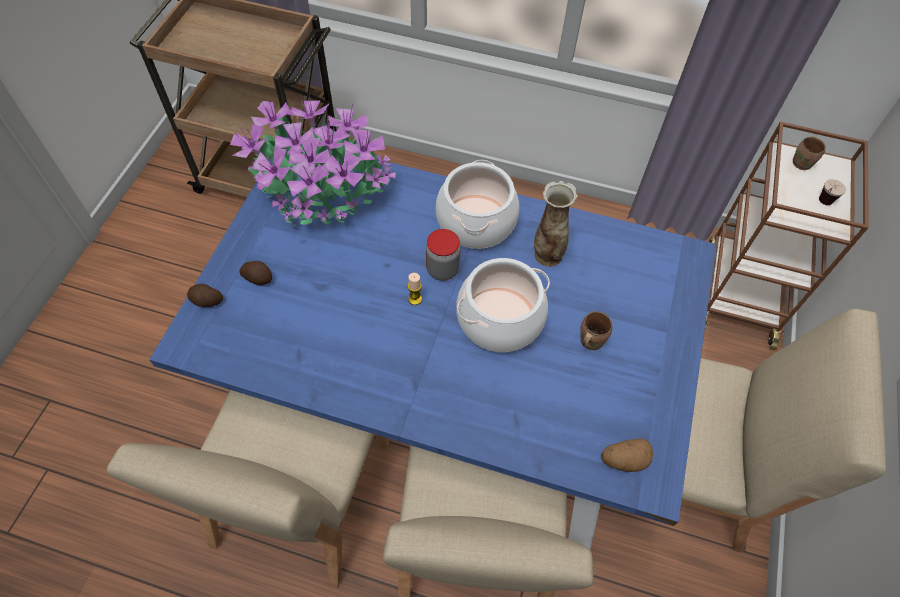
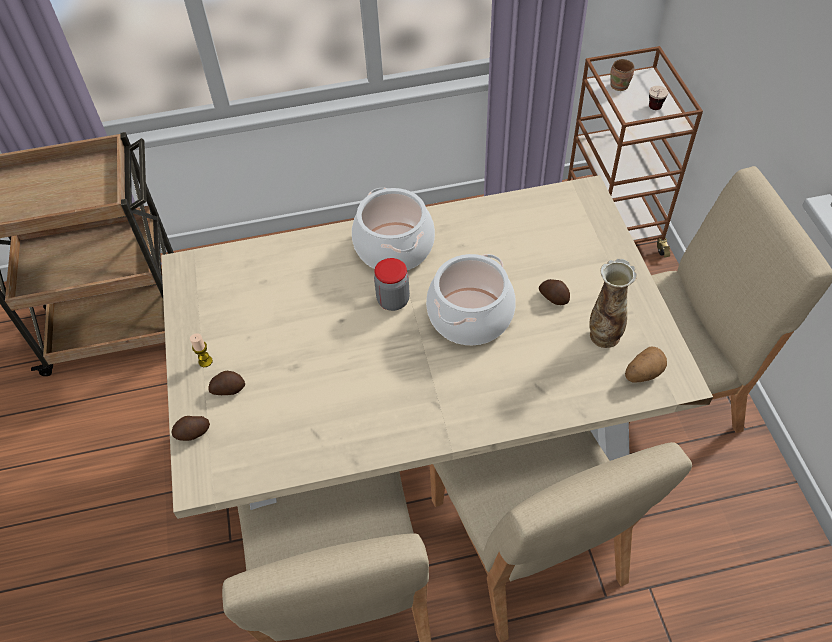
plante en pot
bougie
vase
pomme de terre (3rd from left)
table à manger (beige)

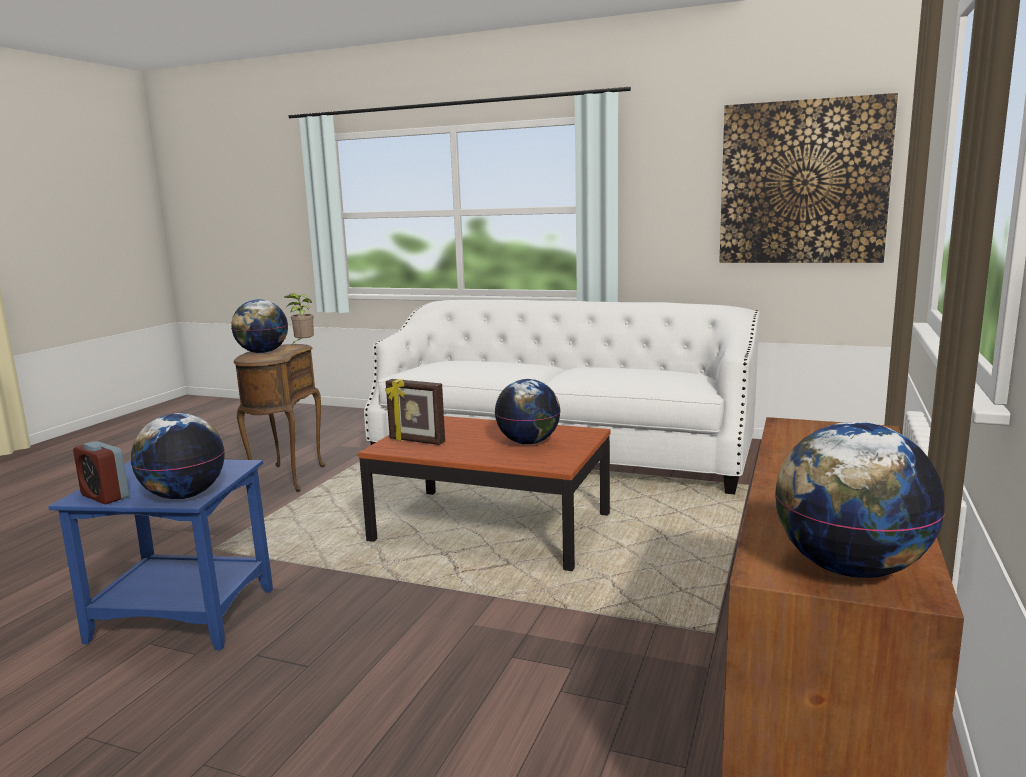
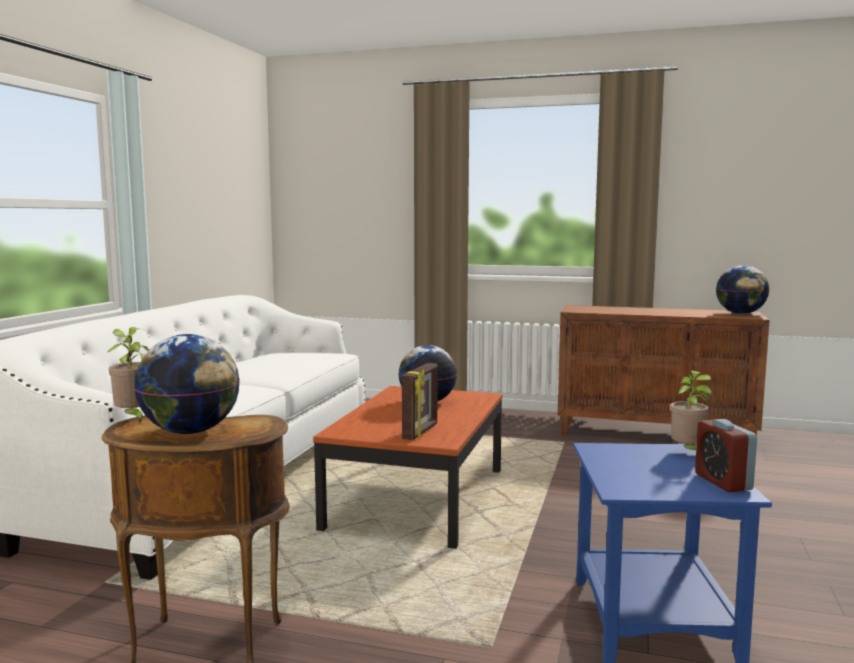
tableau
plante en pot (2nd from left)
réveil

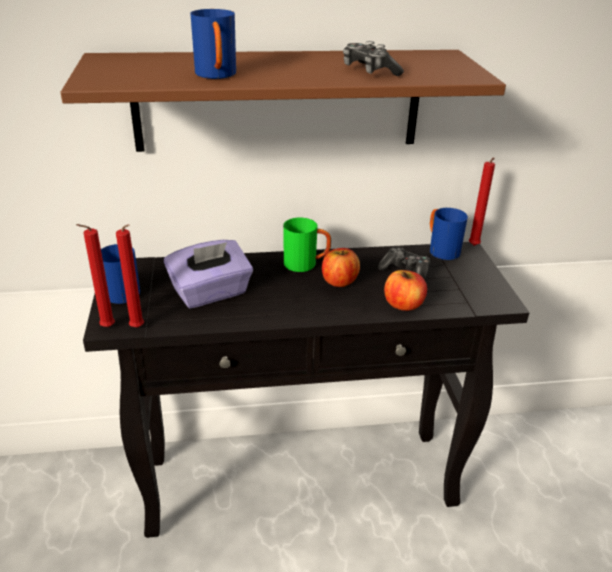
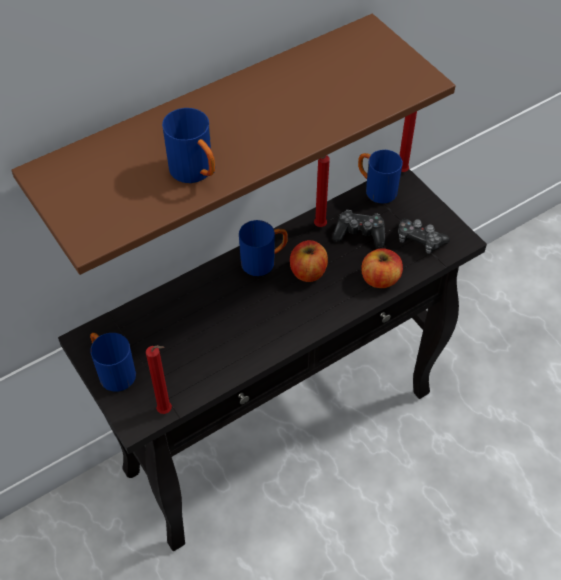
boîte à mouchoirs (violet)
bougie (rouge) (2nd from left)
manette (2nd from left)
mug (bleu) (3rd from left)

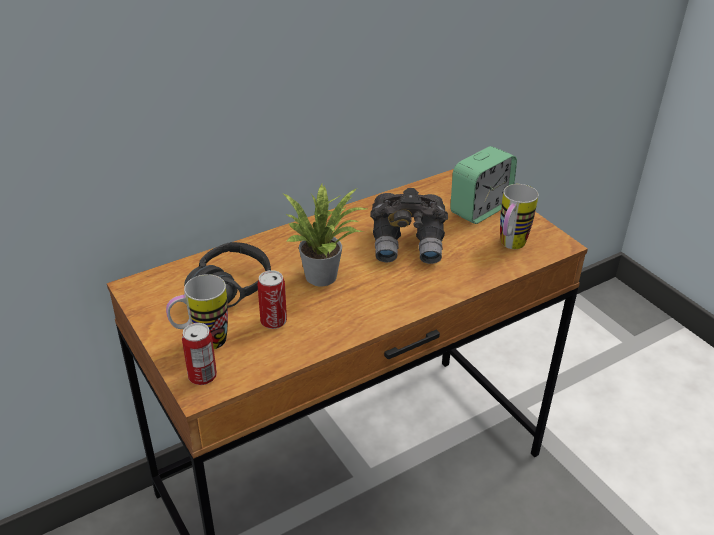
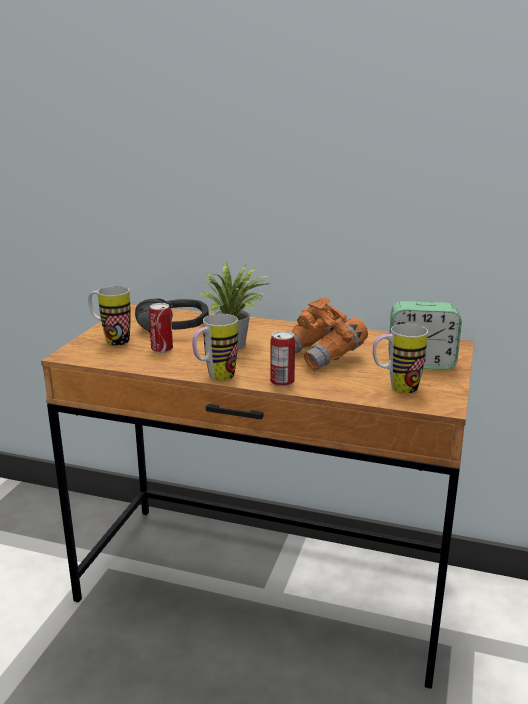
mug (2nd from left)
boîte métallique (2nd from left)
jumelles (orange)

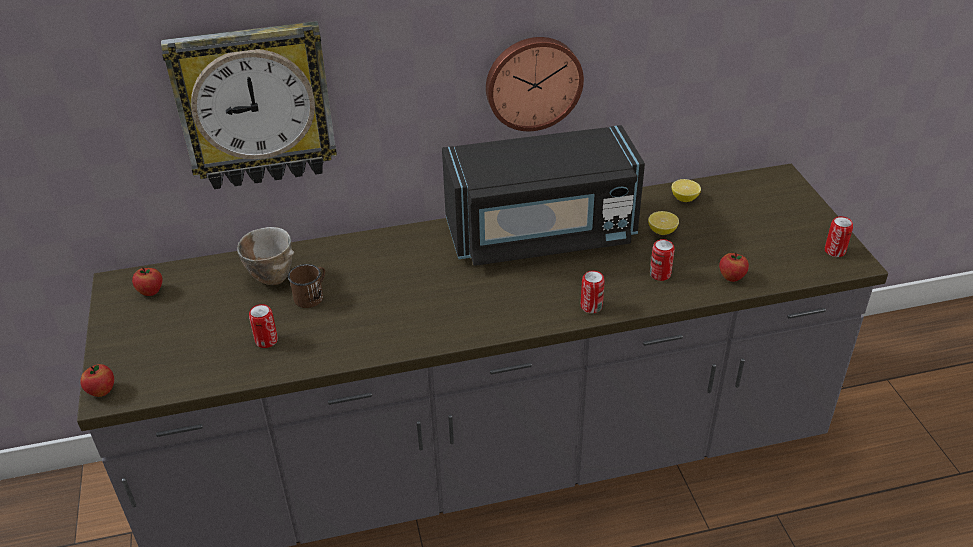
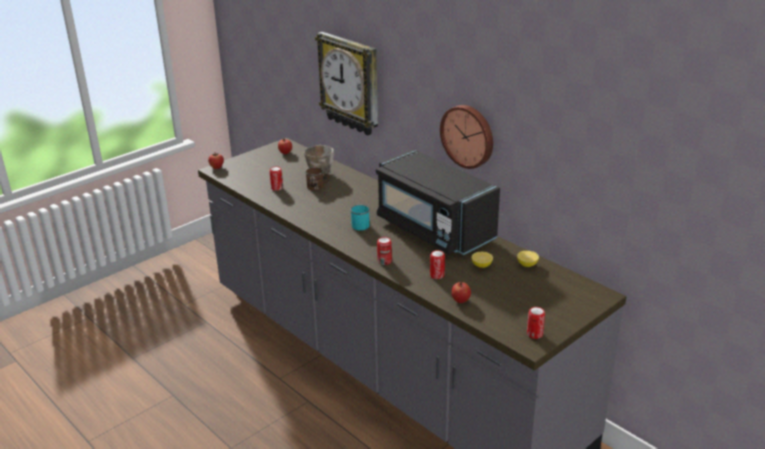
mug (turquoise)

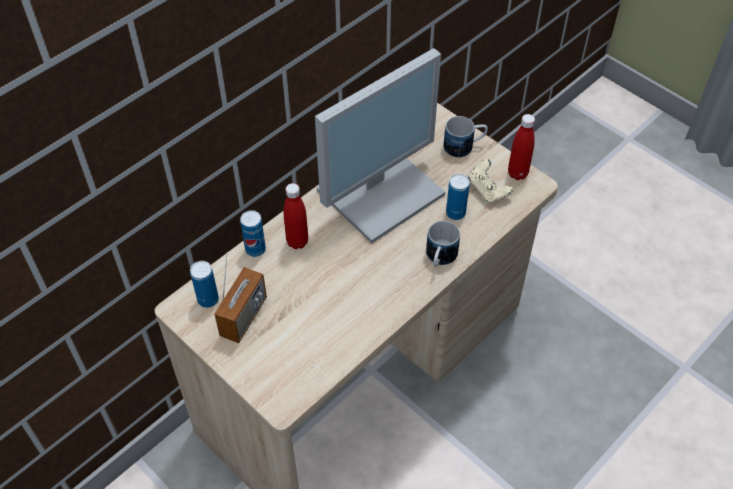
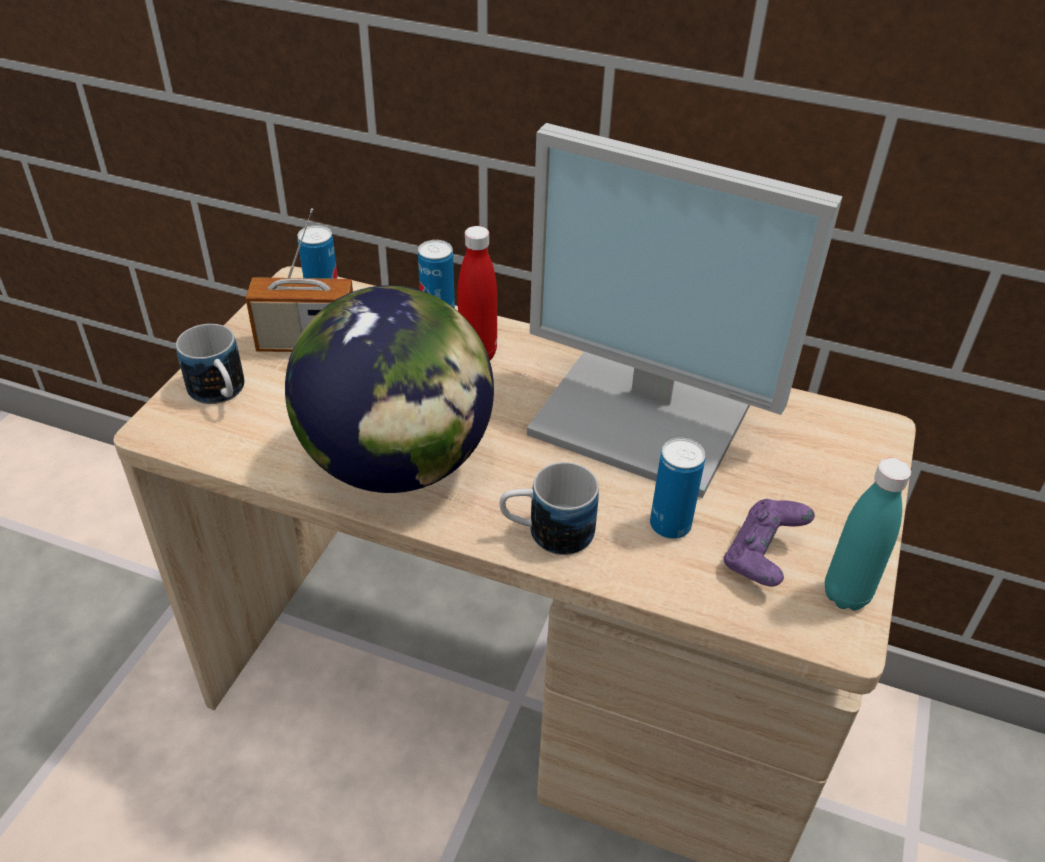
globe
mug (1st from left)
manette (violet)
bouteille (turquoise)

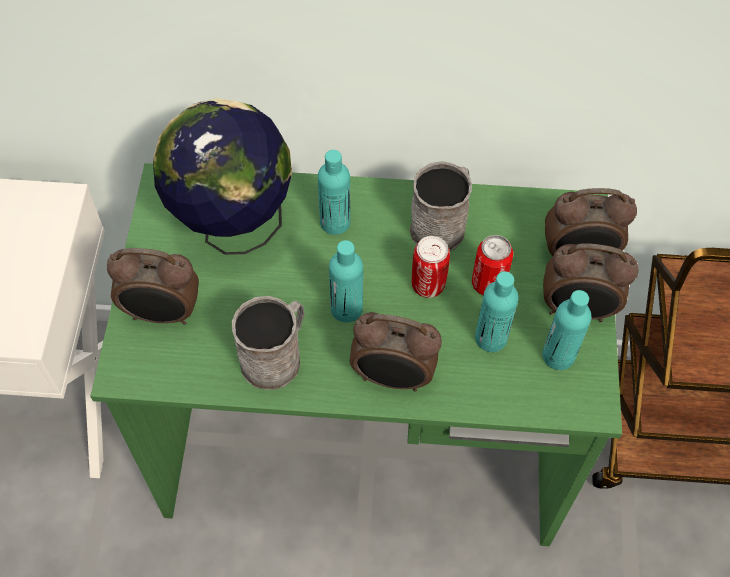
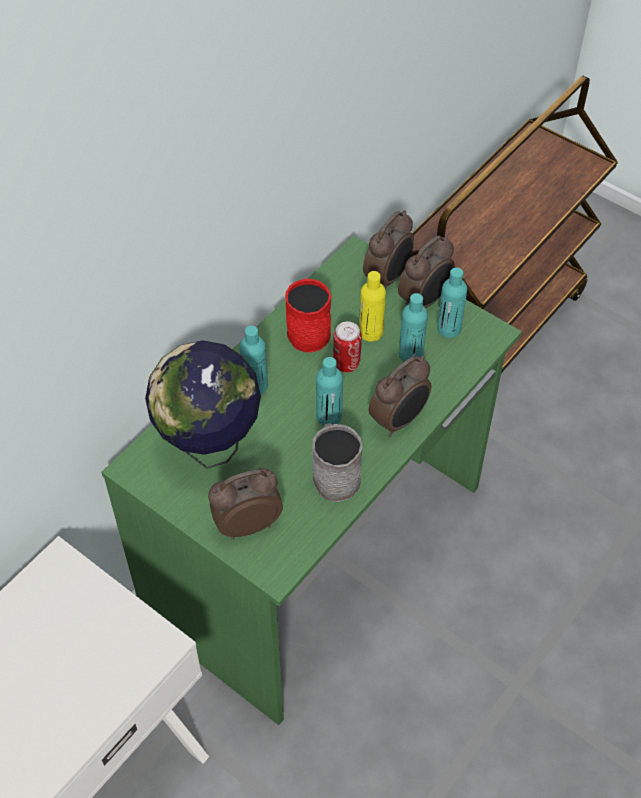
bouteille (jaune)
mug (rouge)
réveil (1st from left)

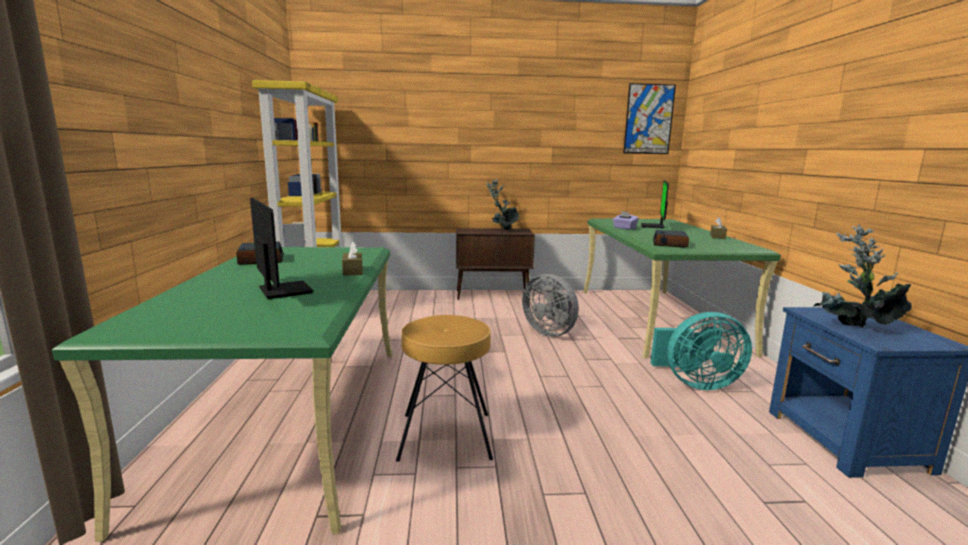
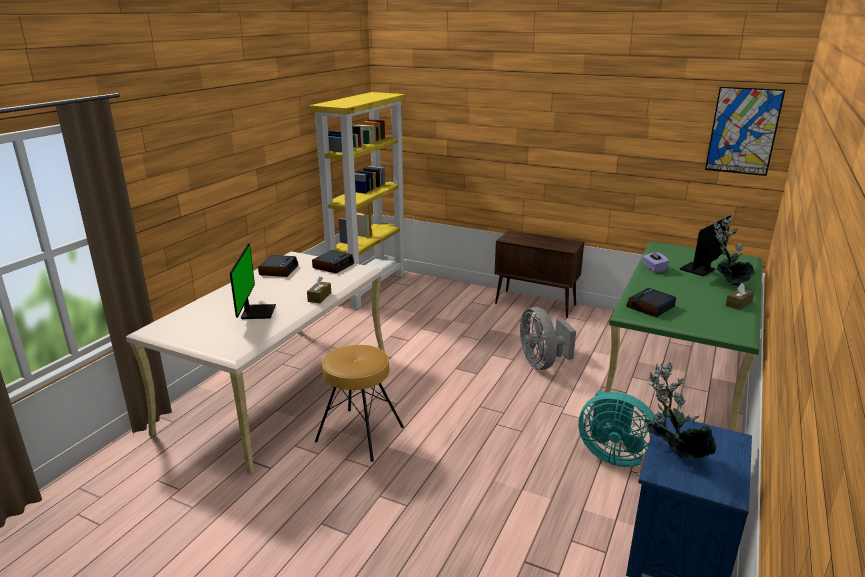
réveil (2nd from left)
plante en pot (2nd from left)
bureau (beige)

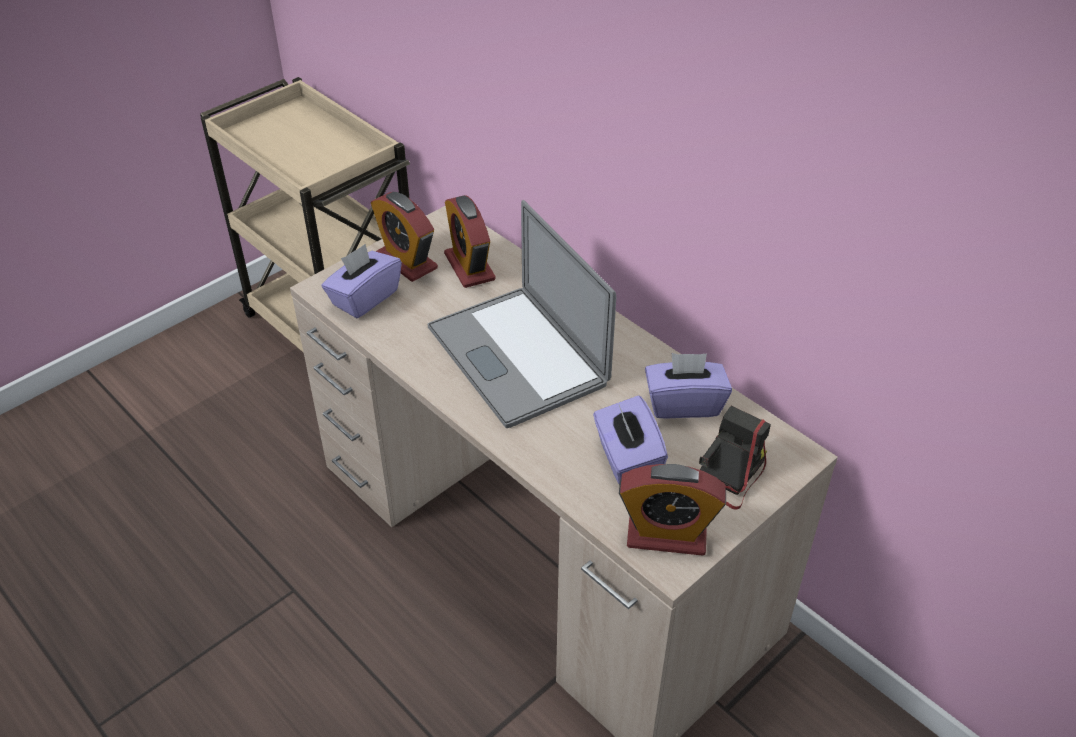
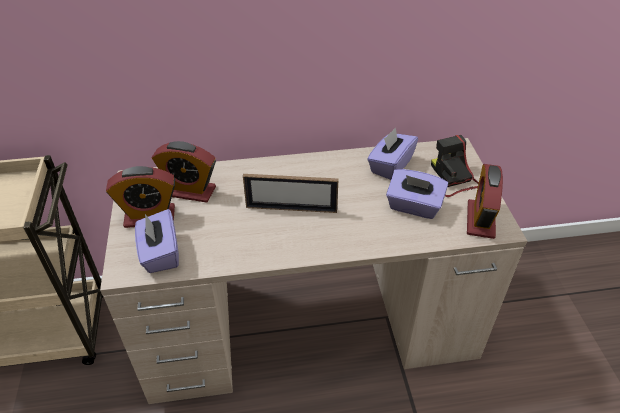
cadre photo
réveil (3rd from left)

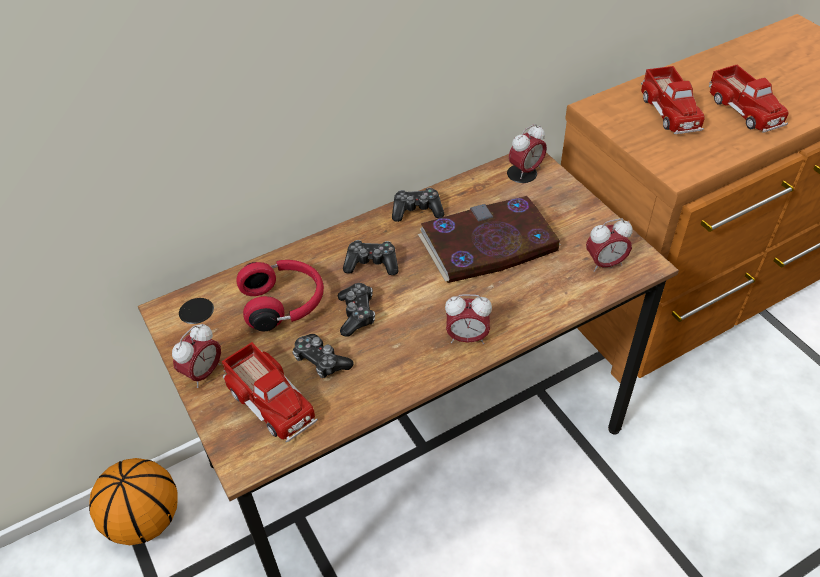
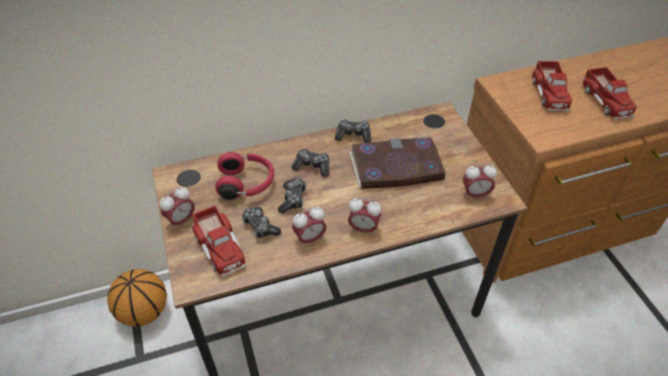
réveil (2nd from left)

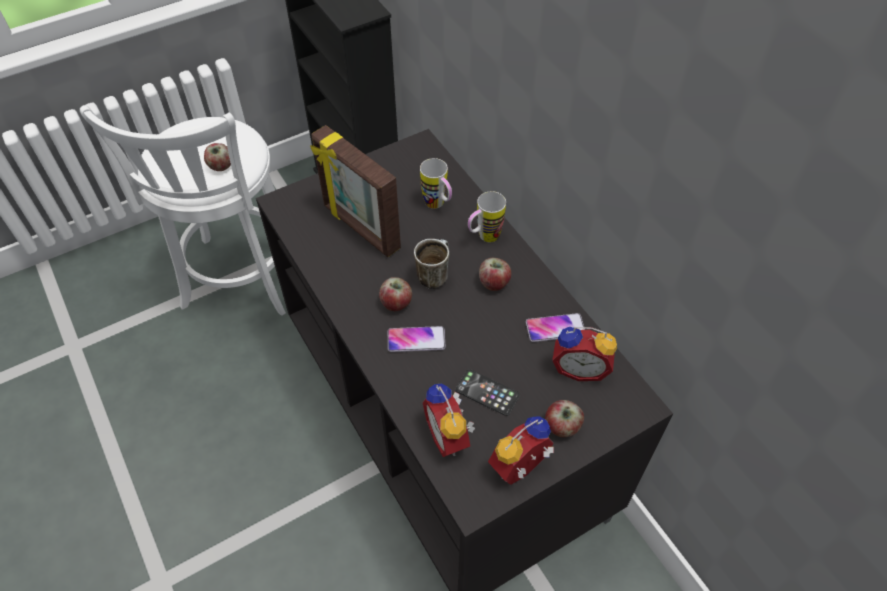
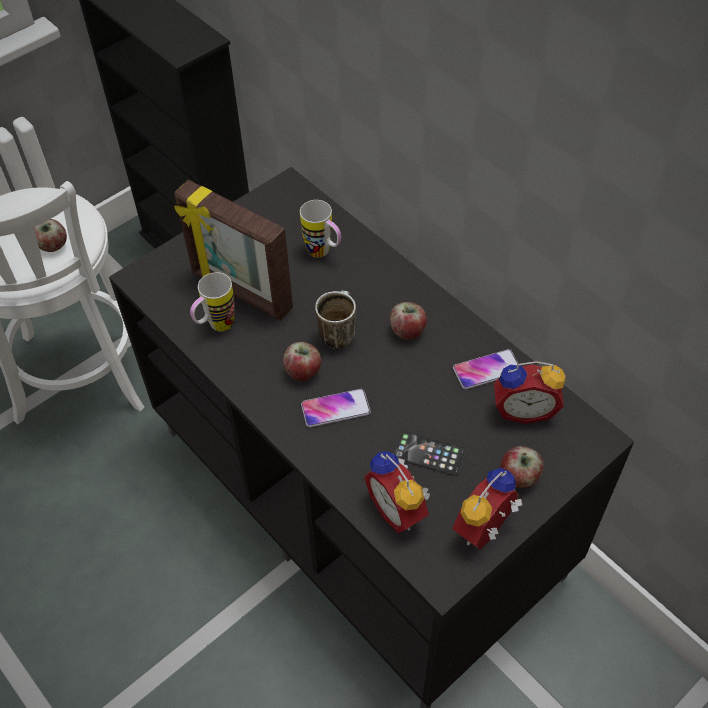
mug (1st from left)

